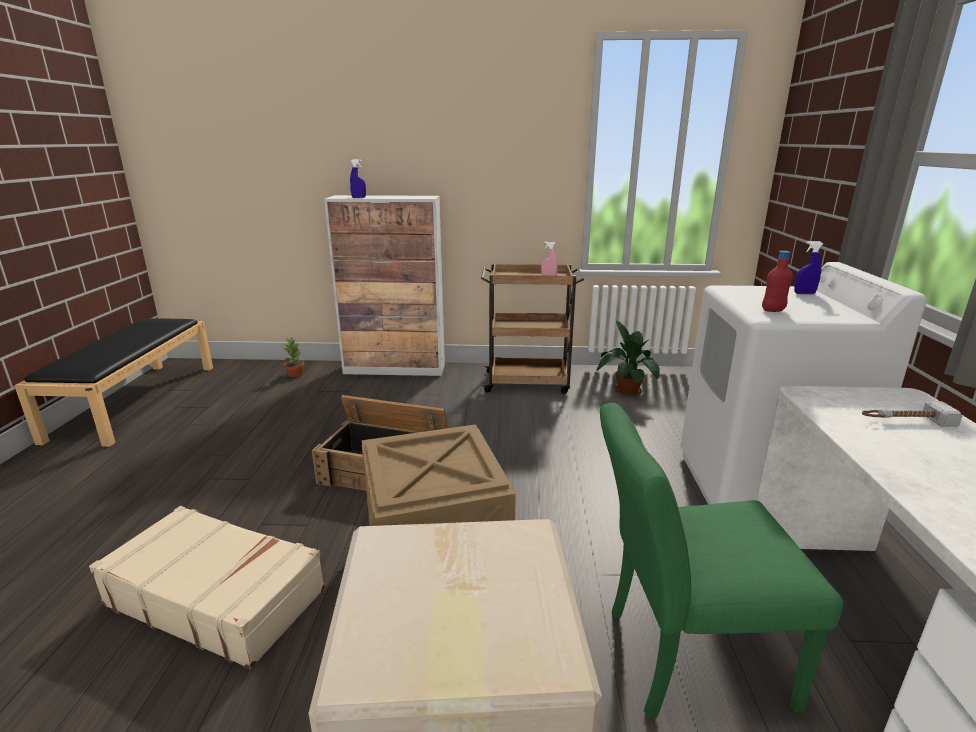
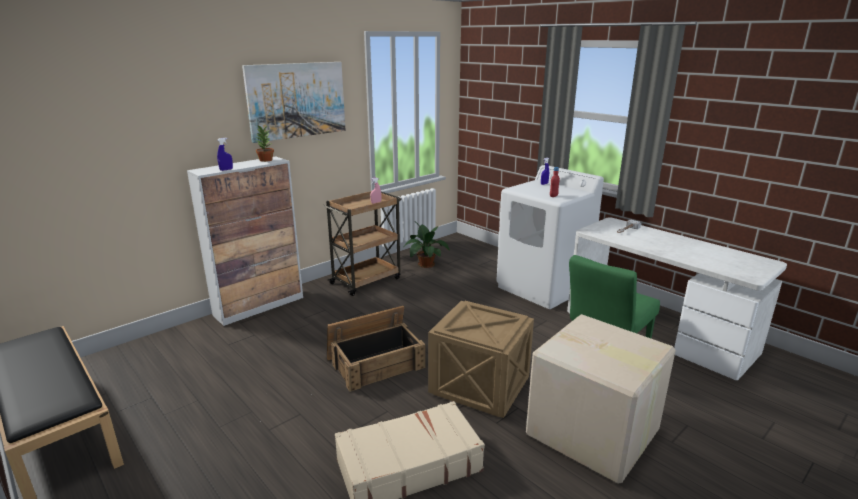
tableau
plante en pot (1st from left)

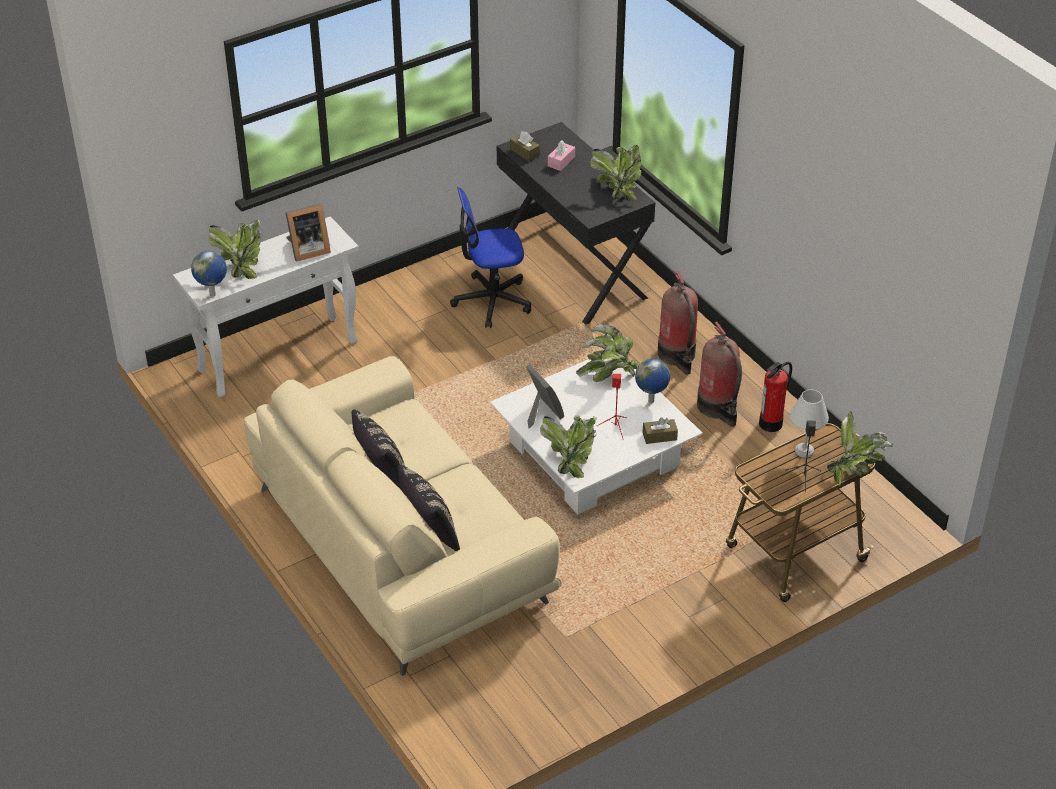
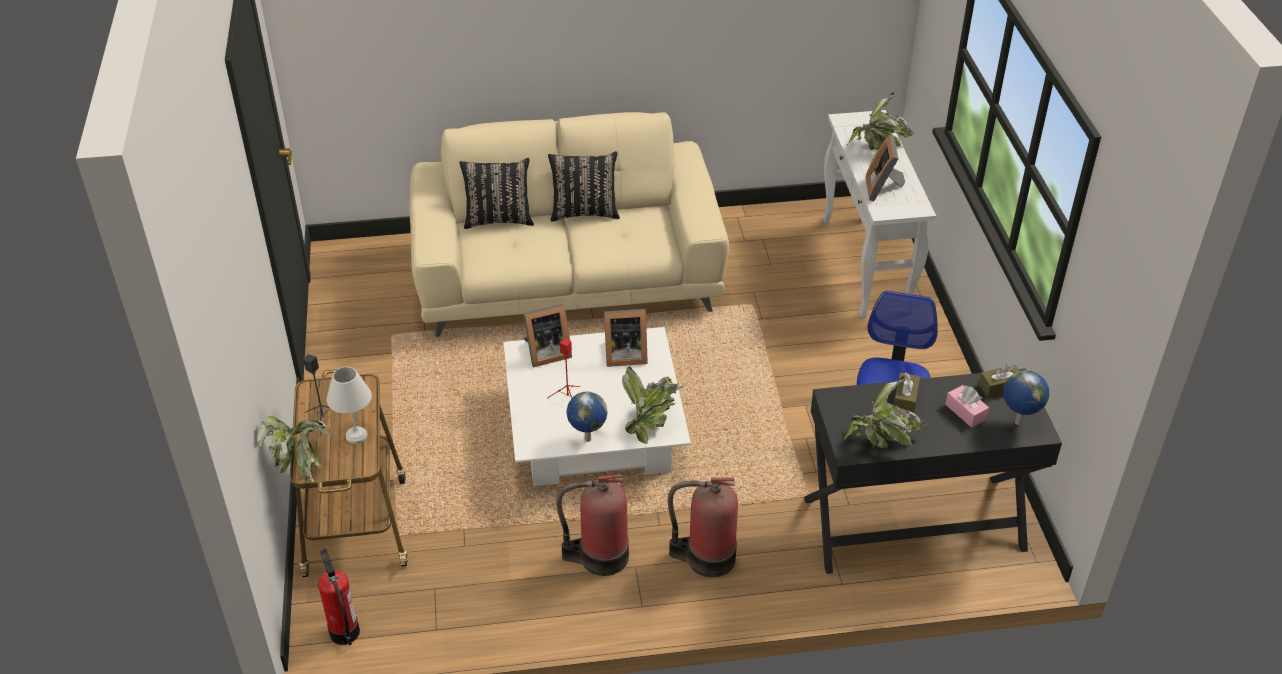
globe (2nd from left)
boîte à mouchoirs (marron) (1st from left)
extincteur (1st from left)
cadre photo (1st from left)

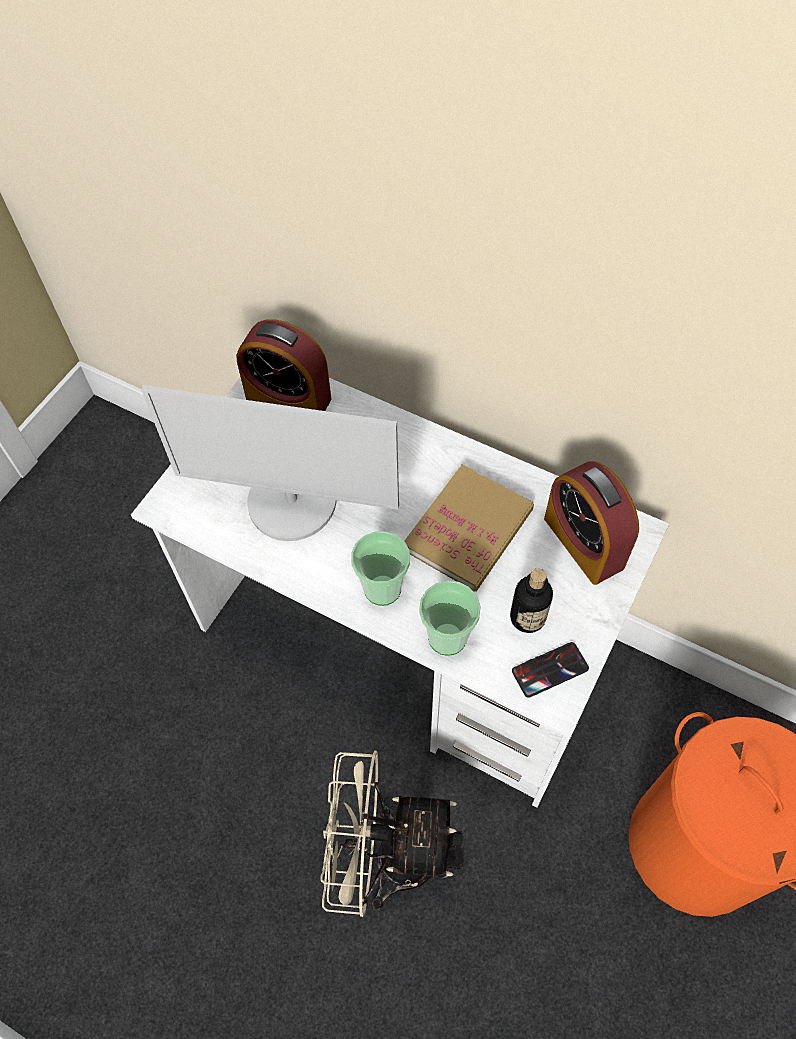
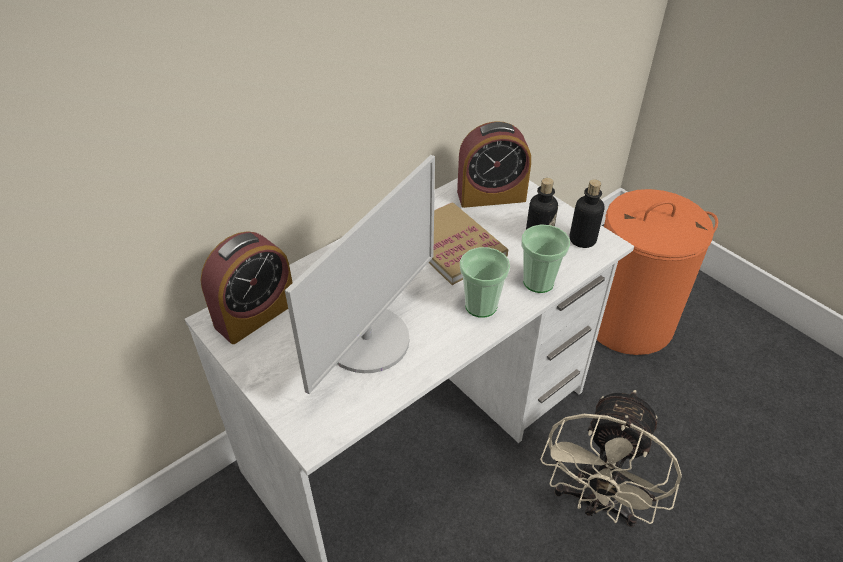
bouteille (2nd from left)

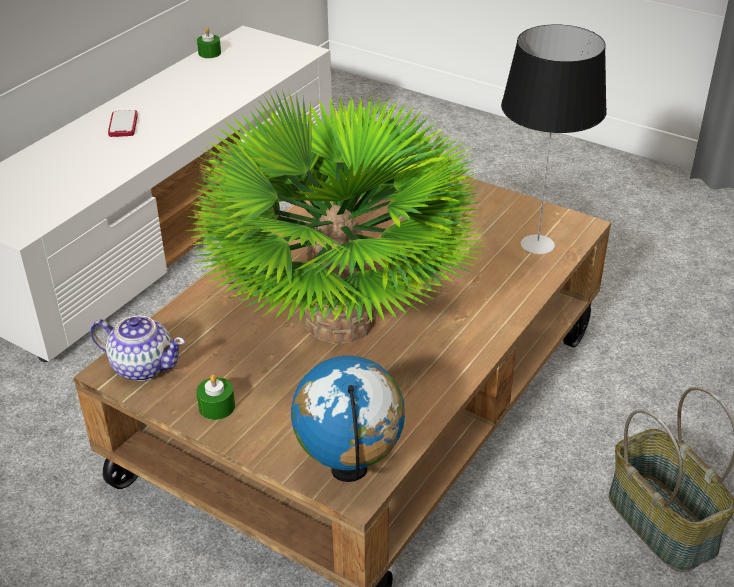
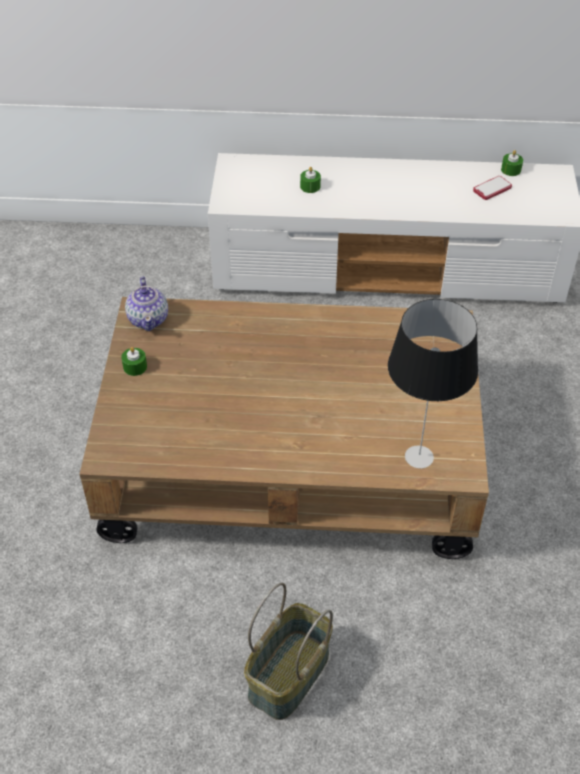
plante en pot
globe
bougie (vert) (2nd from left)
téléphone

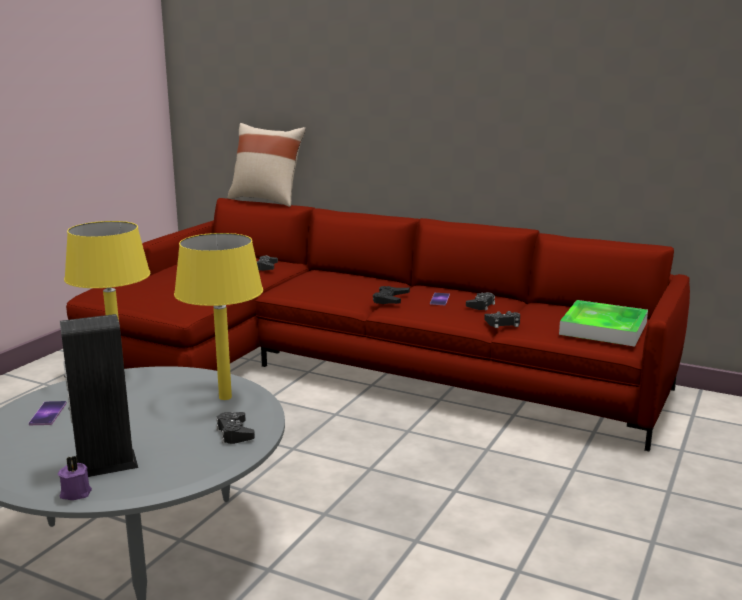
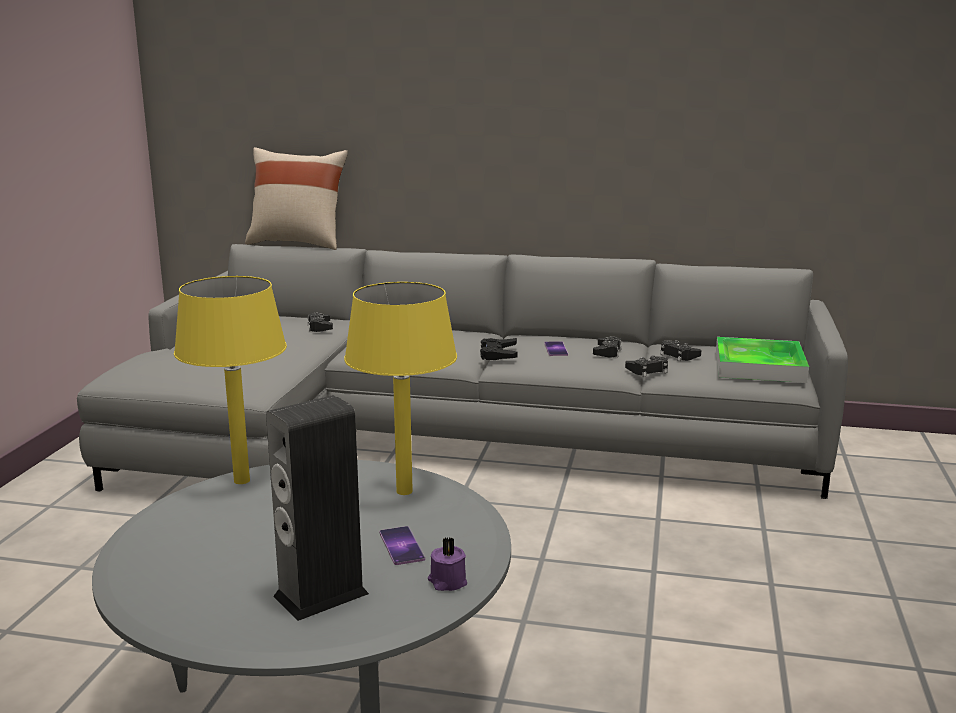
téléphone (1st from left)
bougie (violet)
manette (noir) (5th from left)
canapé (gris)

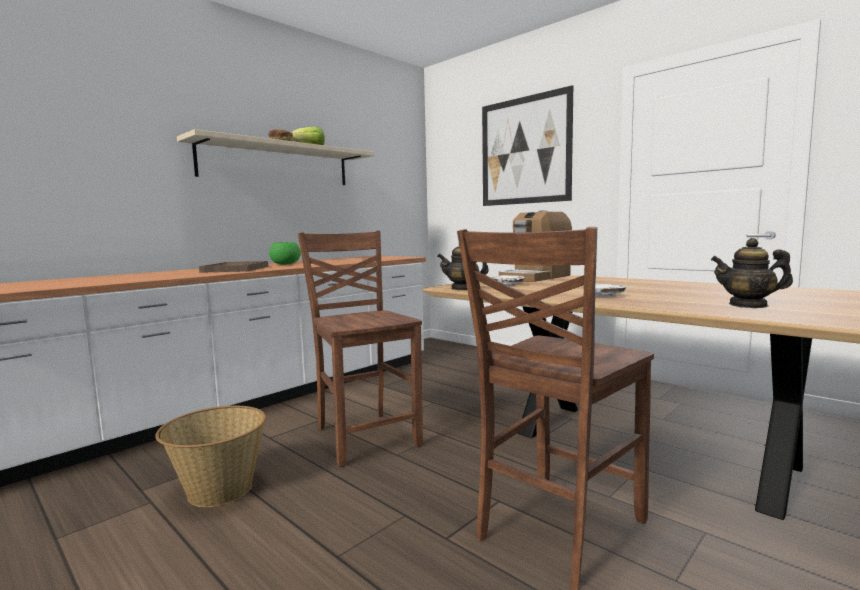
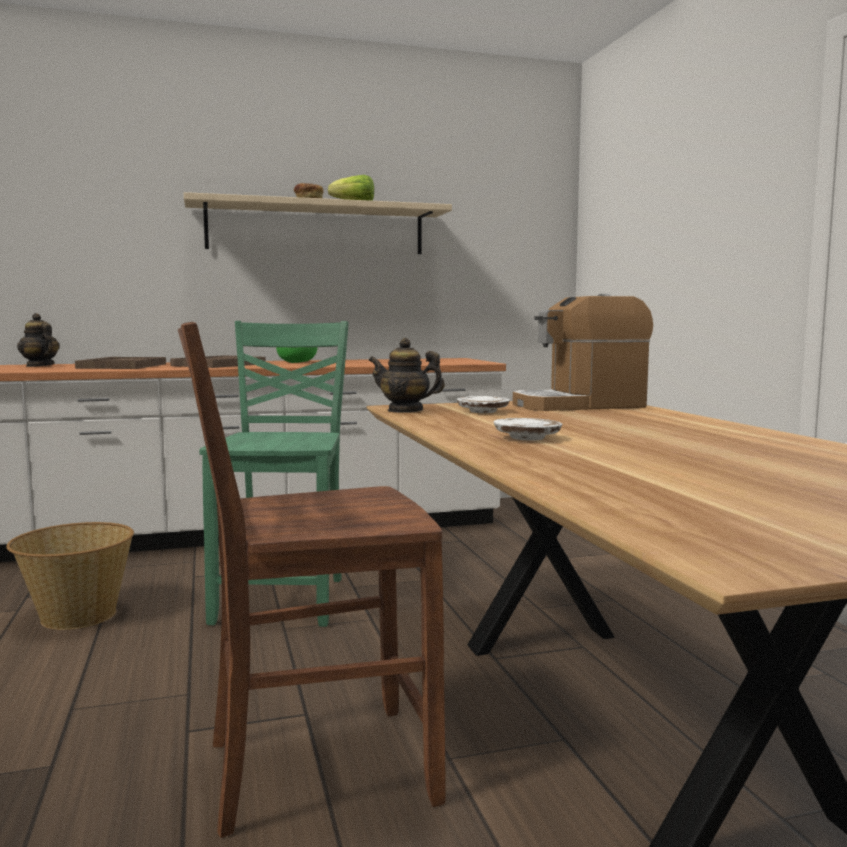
tableau
plateau (marron) (1st from left)
théière (1st from left)
chaise (vert)

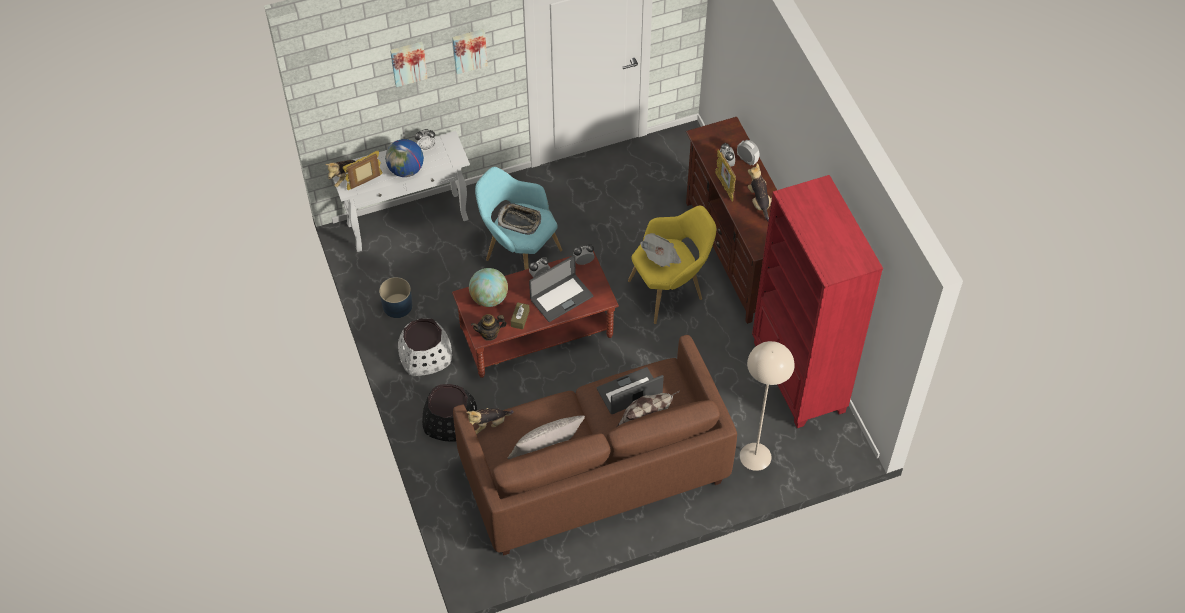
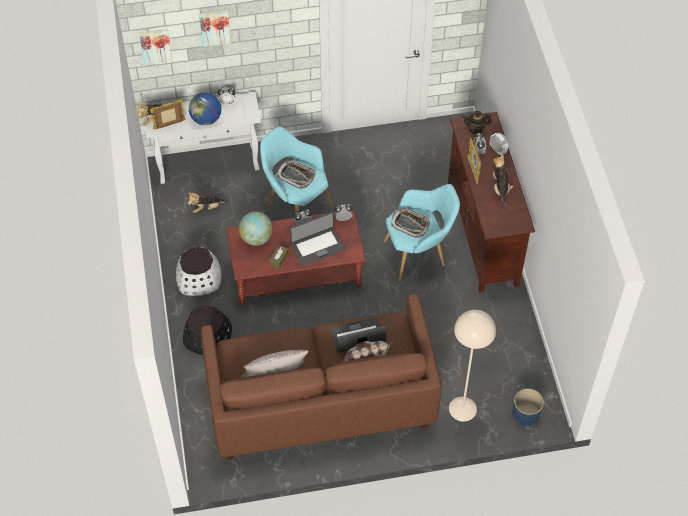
bibliothèque (rouge)
cache-pot (bleu)
tableau (1st from left)
peluche (2nd from left)
théière
plateau (2nd from left)
fauteuil (turquoise) (2nd from left)

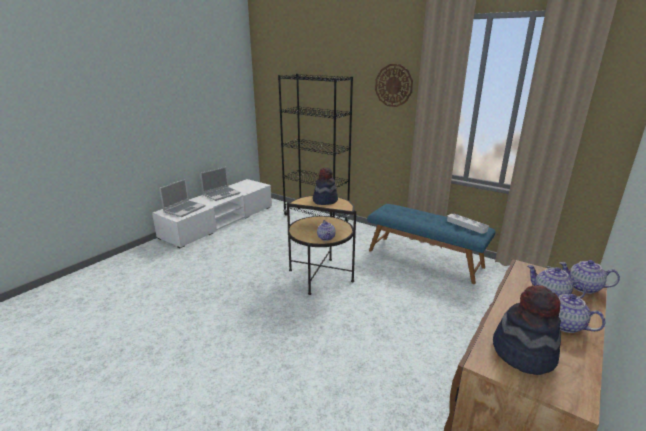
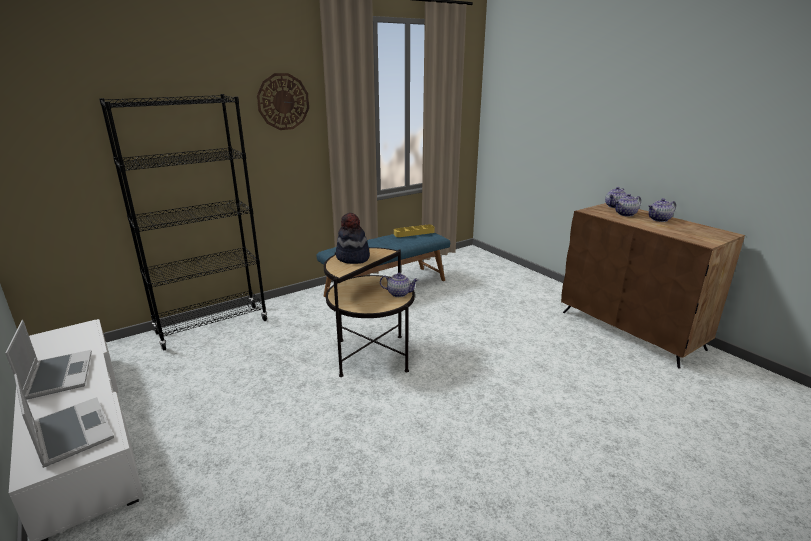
chapeau (2nd from left in the first image)
plateau (jaune)

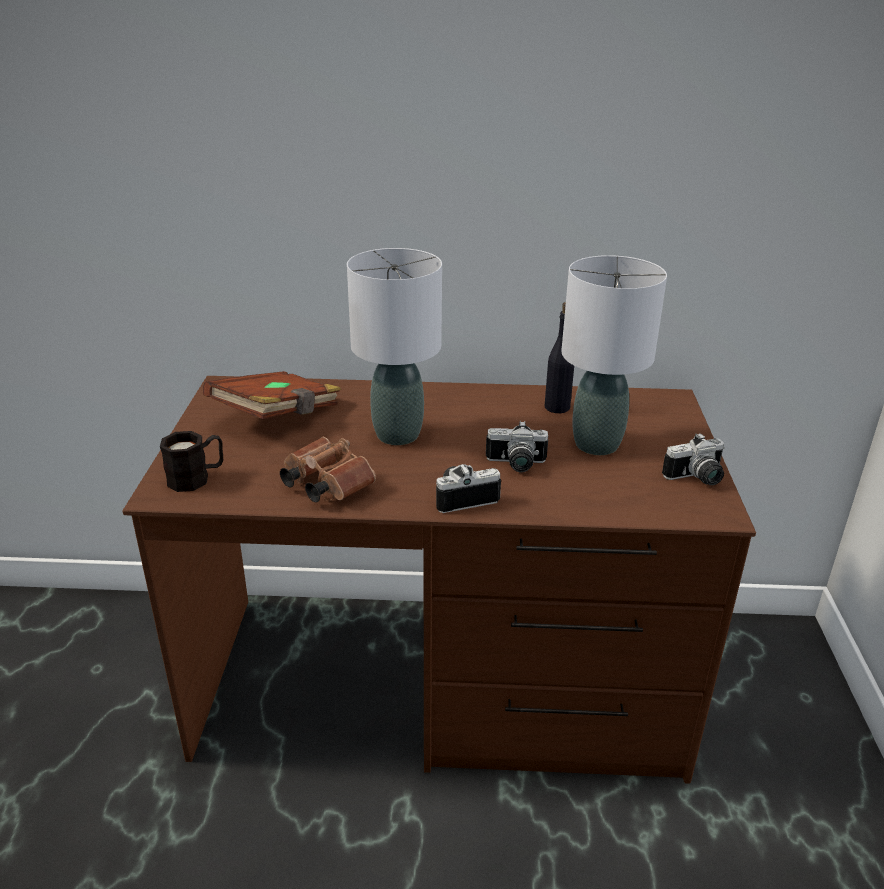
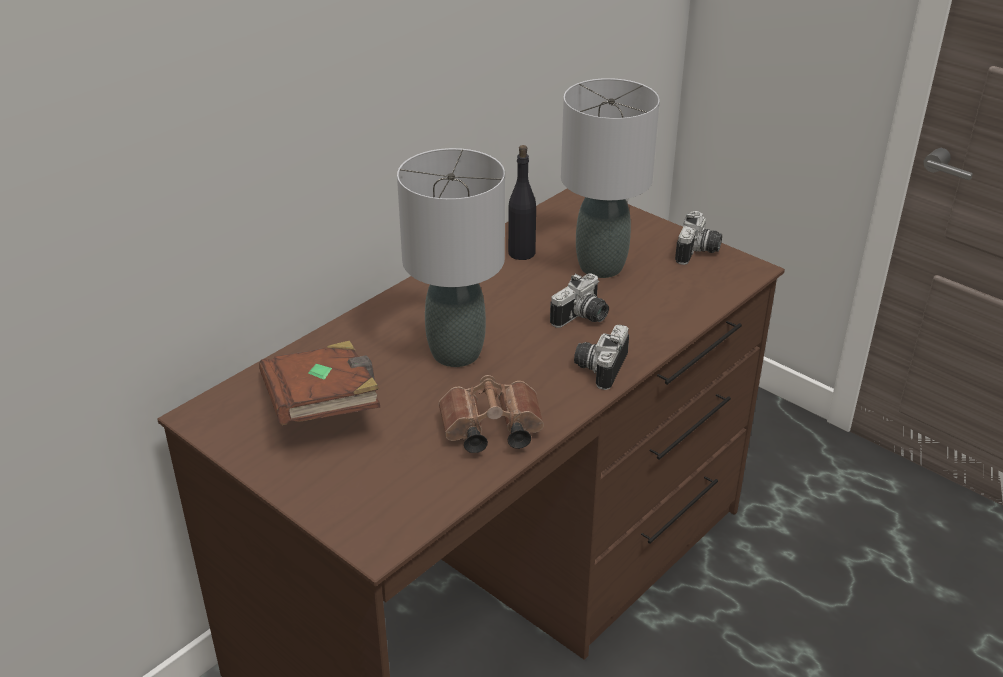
mug (noir)

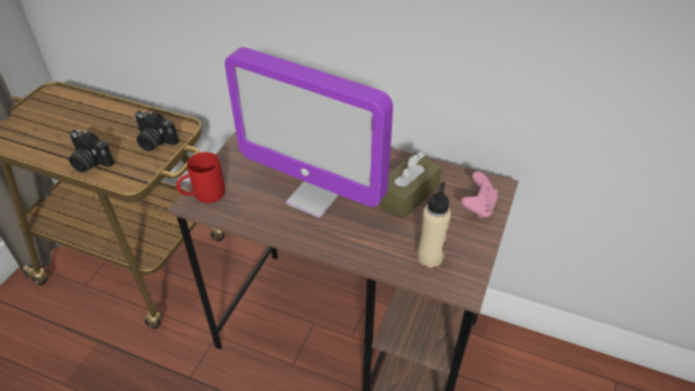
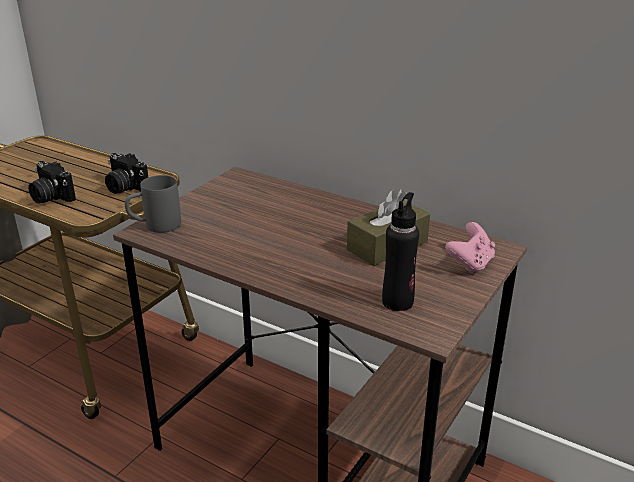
écran d'ordinateur
mug (gris)
bouteille (noir)

